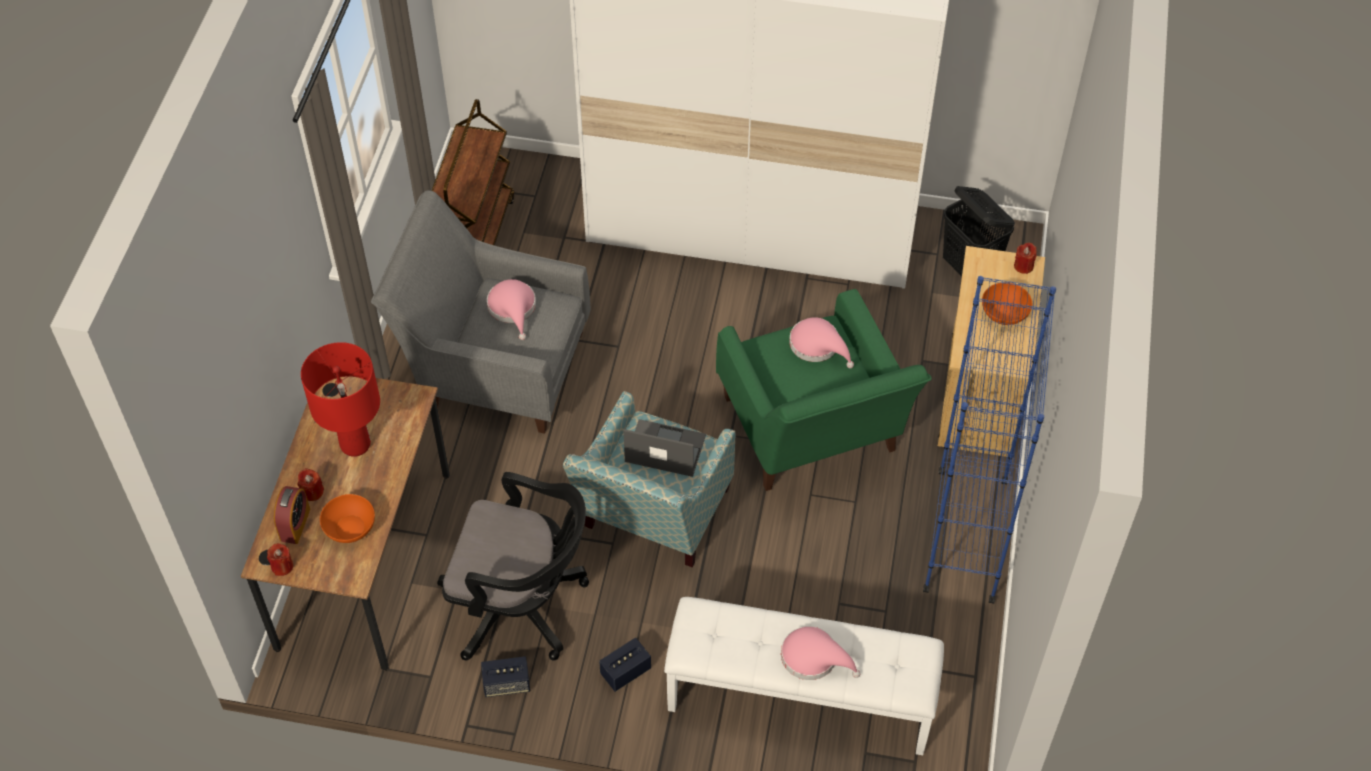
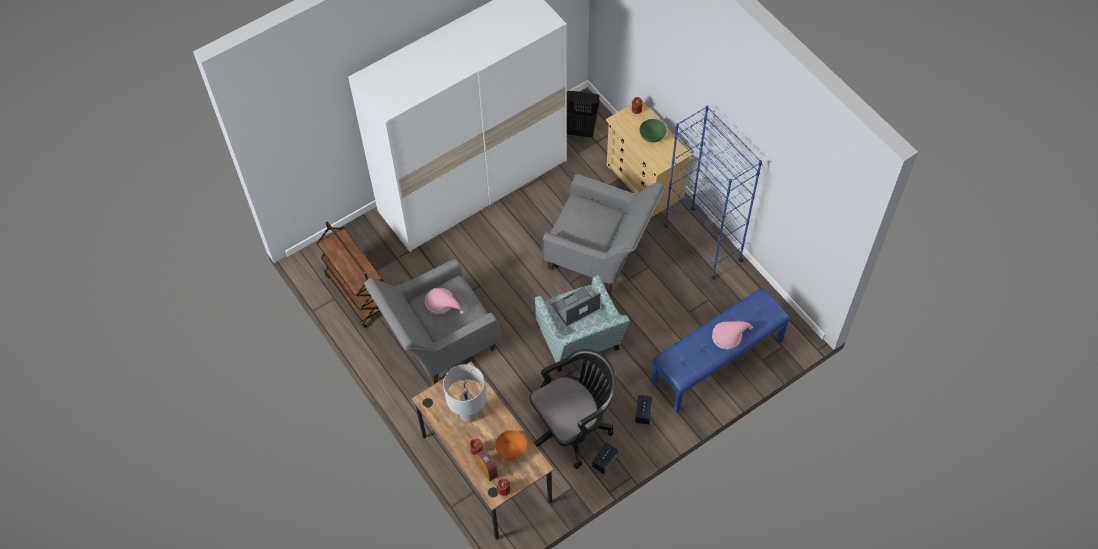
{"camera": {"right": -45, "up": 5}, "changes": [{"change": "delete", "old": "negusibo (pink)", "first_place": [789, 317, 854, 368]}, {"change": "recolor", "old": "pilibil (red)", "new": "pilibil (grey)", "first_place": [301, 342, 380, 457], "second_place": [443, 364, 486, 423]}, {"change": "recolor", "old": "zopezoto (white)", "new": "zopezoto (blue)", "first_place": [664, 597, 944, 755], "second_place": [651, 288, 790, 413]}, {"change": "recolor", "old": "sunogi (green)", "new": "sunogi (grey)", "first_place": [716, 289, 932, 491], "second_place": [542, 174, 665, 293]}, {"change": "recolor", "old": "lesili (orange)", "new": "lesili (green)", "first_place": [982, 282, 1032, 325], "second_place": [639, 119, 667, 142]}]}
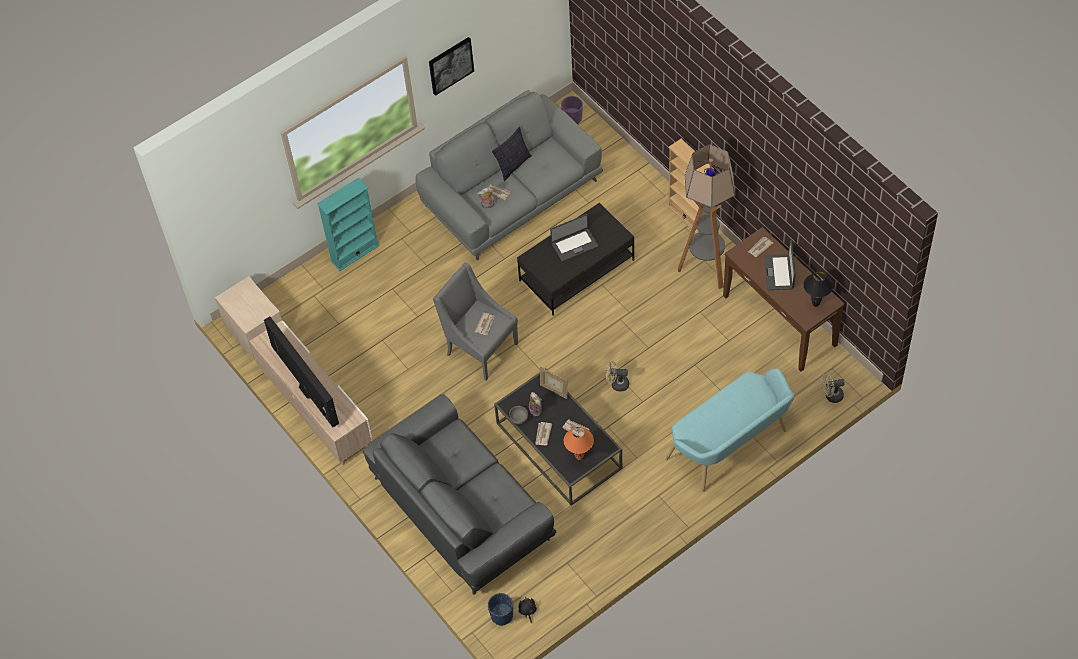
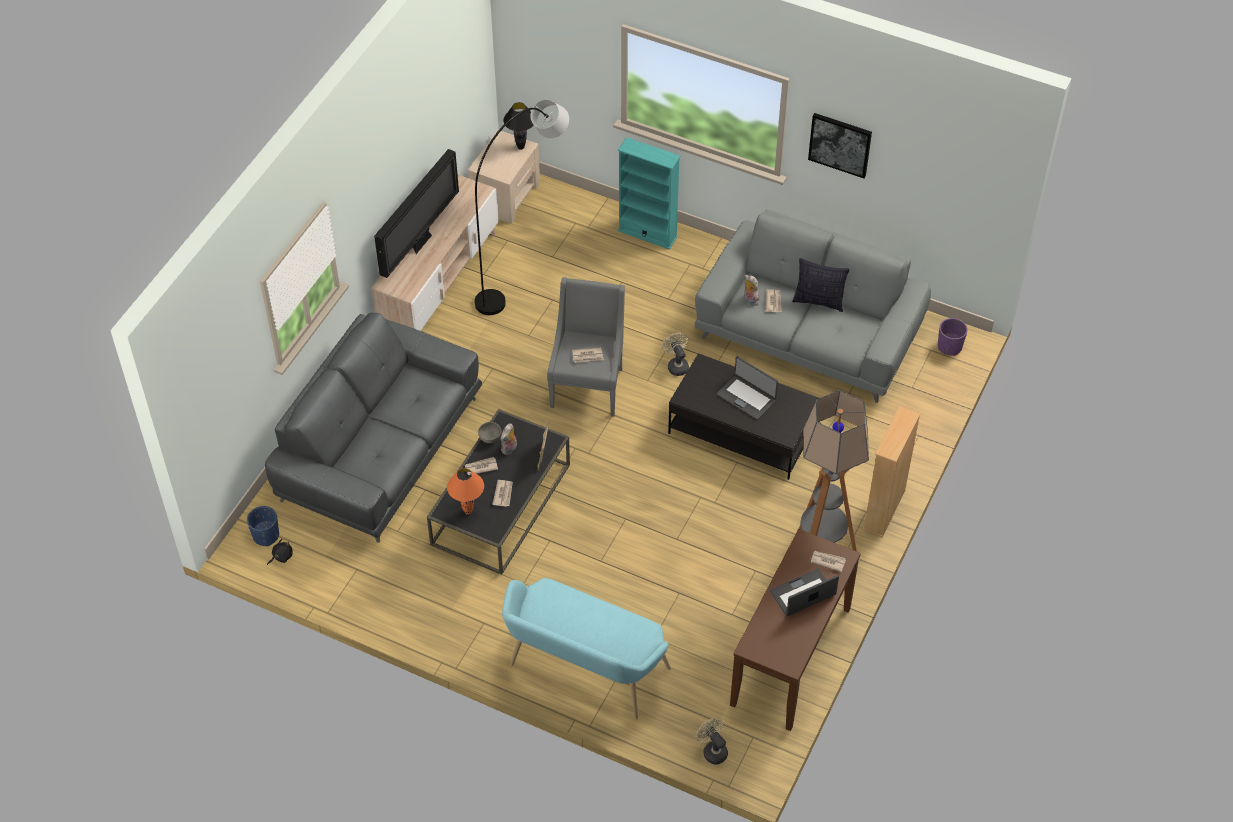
{"camera": {"right": 60, "up": -5}, "changes": [{"change": "insert", "new": "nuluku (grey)", "second_place": [474, 100, 569, 315]}, {"change": "move", "old": "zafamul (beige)", "first_place": [606, 360, 629, 392], "second_place": [662, 333, 689, 376]}, {"change": "move", "old": "pilibil (black)", "first_place": [803, 271, 833, 307], "second_place": [503, 102, 534, 150]}]}
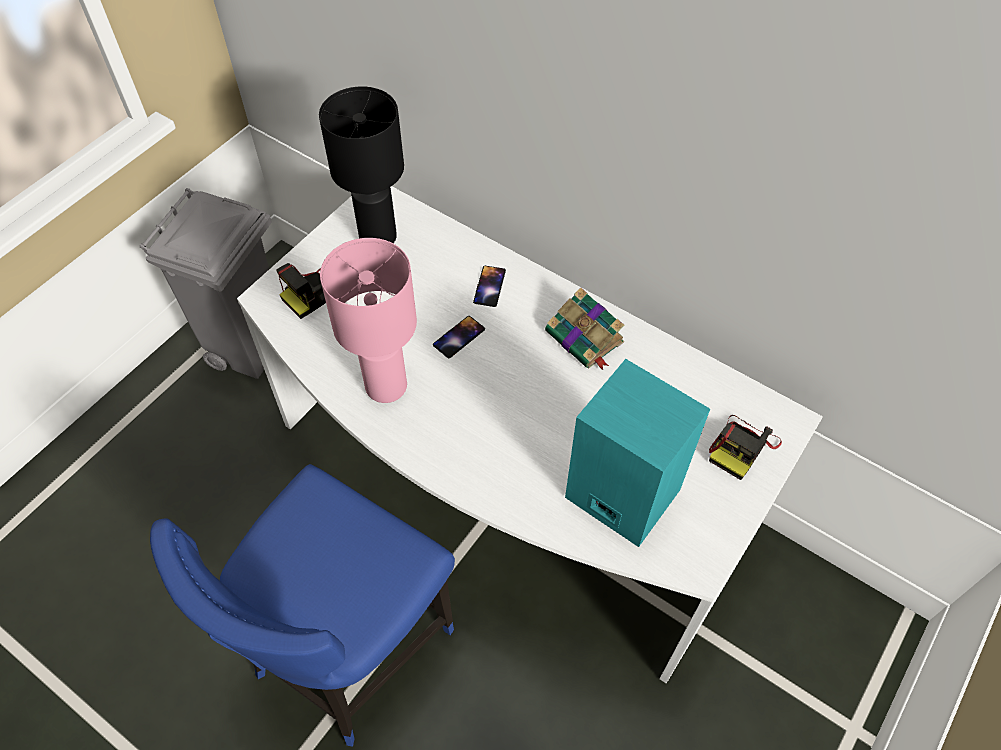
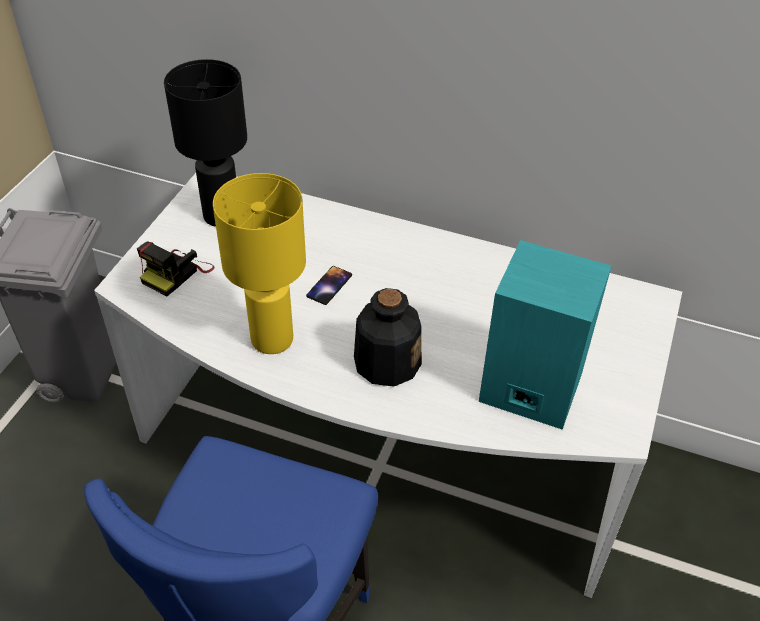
{"camera": {"right": -15, "up": -10}, "changes": [{"change": "delete", "old": "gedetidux", "first_place": [473, 266, 506, 307]}, {"change": "delete", "old": "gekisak", "first_place": [545, 287, 625, 370]}, {"change": "delete", "old": "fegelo", "first_place": [709, 415, 782, 480]}, {"change": "insert", "new": "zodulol", "second_place": [354, 288, 422, 387]}, {"change": "recolor", "old": "pilibil (pink)", "new": "pilibil (yellow)", "first_place": [320, 238, 417, 403], "second_place": [213, 173, 306, 354]}]}
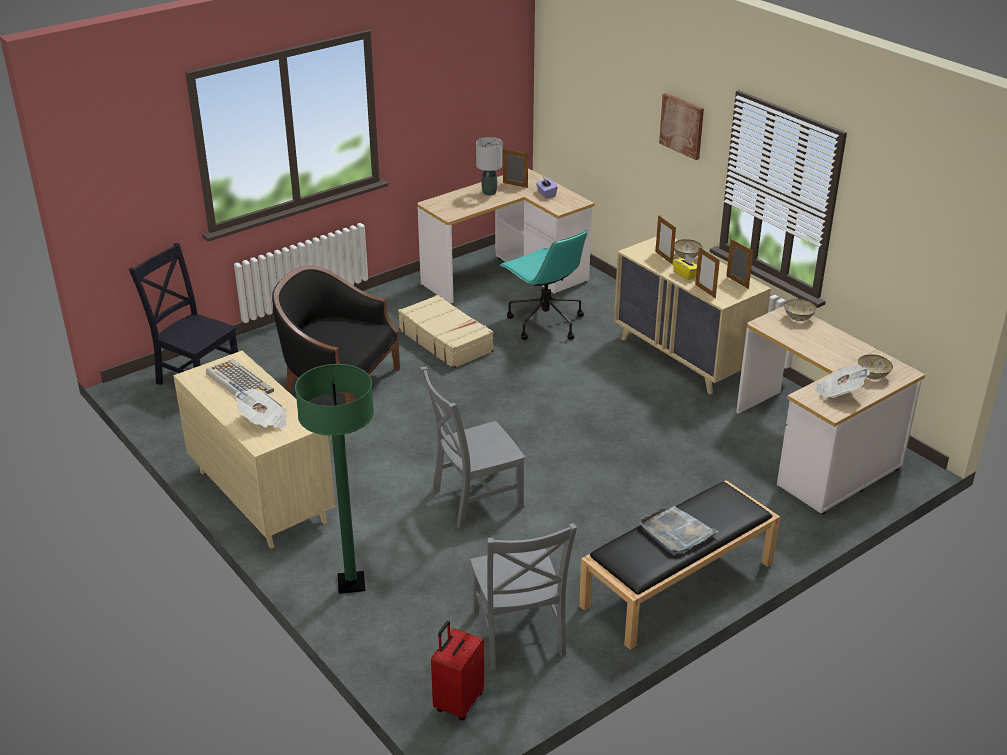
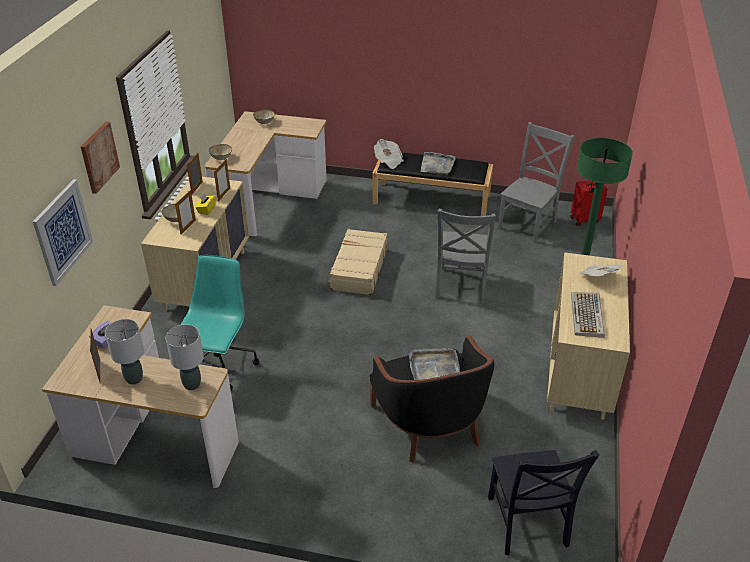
{"camera": {"right": -130, "up": 5}, "changes": [{"change": "insert", "new": "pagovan", "second_place": [33, 179, 93, 286]}, {"change": "insert", "new": "pilibil (grey)", "second_place": [166, 324, 204, 390]}, {"change": "insert", "new": "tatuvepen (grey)", "second_place": [409, 348, 460, 380]}, {"change": "move", "old": "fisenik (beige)", "first_place": [398, 295, 493, 369], "second_place": [328, 229, 387, 295]}, {"change": "move", "old": "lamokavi", "first_place": [813, 365, 870, 399], "second_place": [374, 139, 404, 169]}, {"change": "rotate", "old": "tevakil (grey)", "first_place": [420, 367, 525, 528], "second_place": [435, 209, 496, 304], "degrees": 75}]}
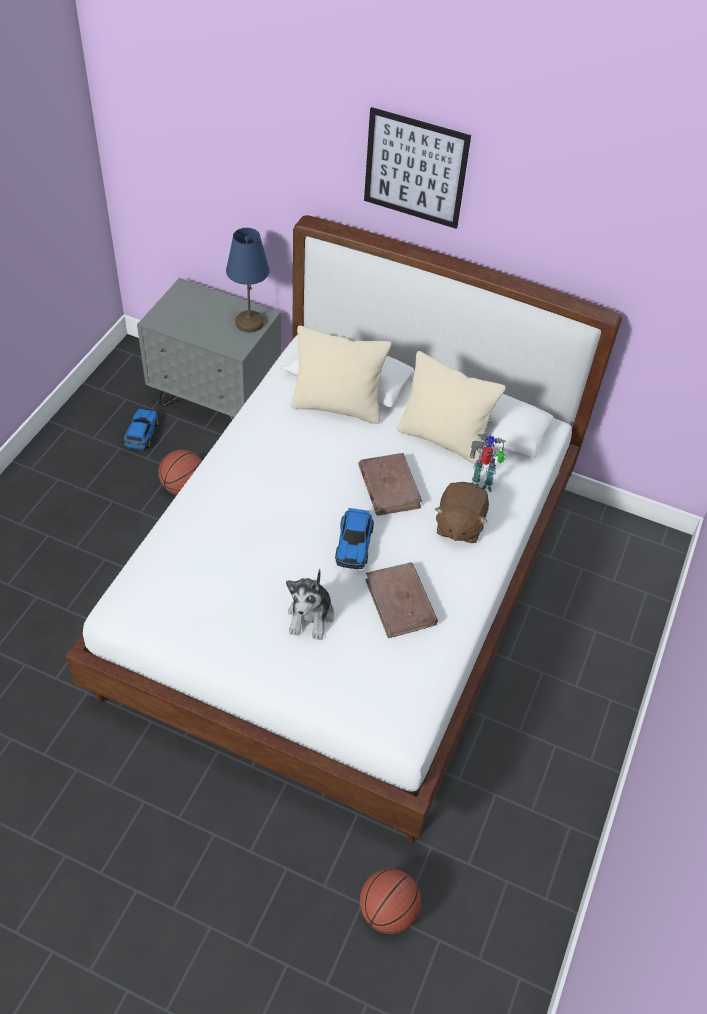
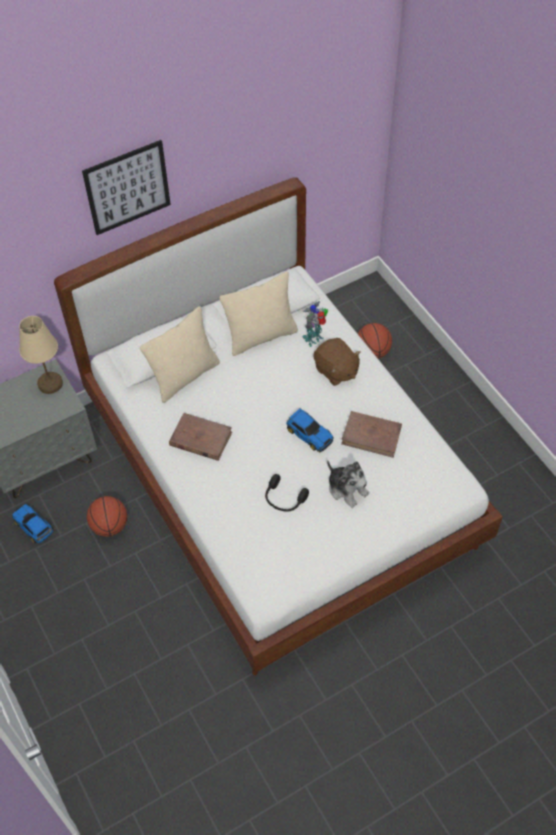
{"camera": {"right": -50, "up": 5}, "changes": [{"change": "insert", "new": "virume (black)", "second_place": [265, 474, 309, 512]}, {"change": "move", "old": "gekisak (brown)", "first_place": [358, 453, 422, 516], "second_place": [169, 413, 232, 461]}, {"change": "move", "old": "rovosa", "first_place": [360, 869, 421, 934], "second_place": [358, 323, 392, 359]}, {"change": "recolor", "old": "pilibil (blue)", "new": "pilibil (beige)", "first_place": [226, 228, 270, 332], "second_place": [19, 316, 63, 394]}]}
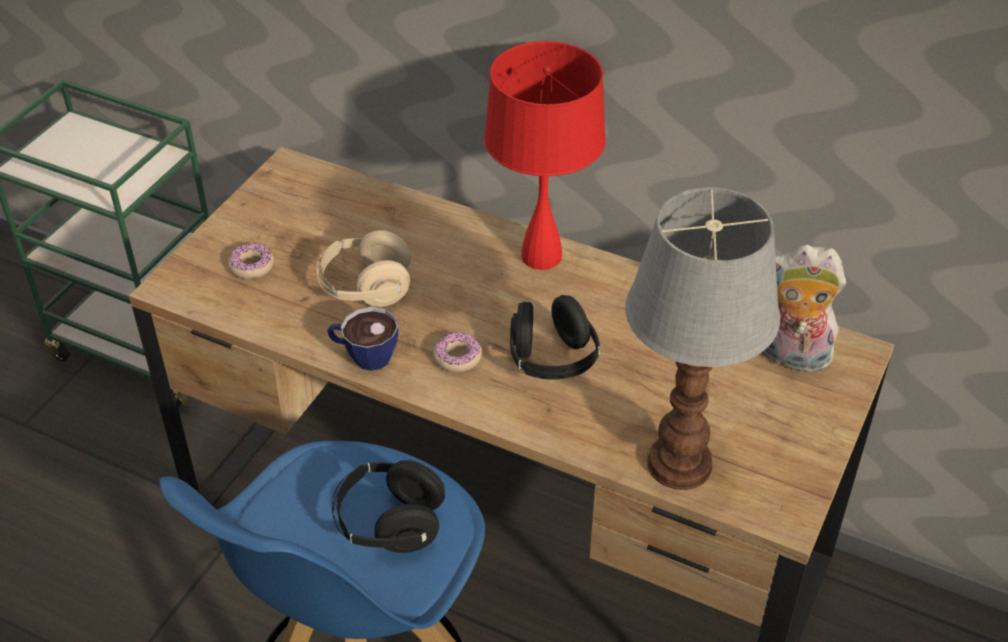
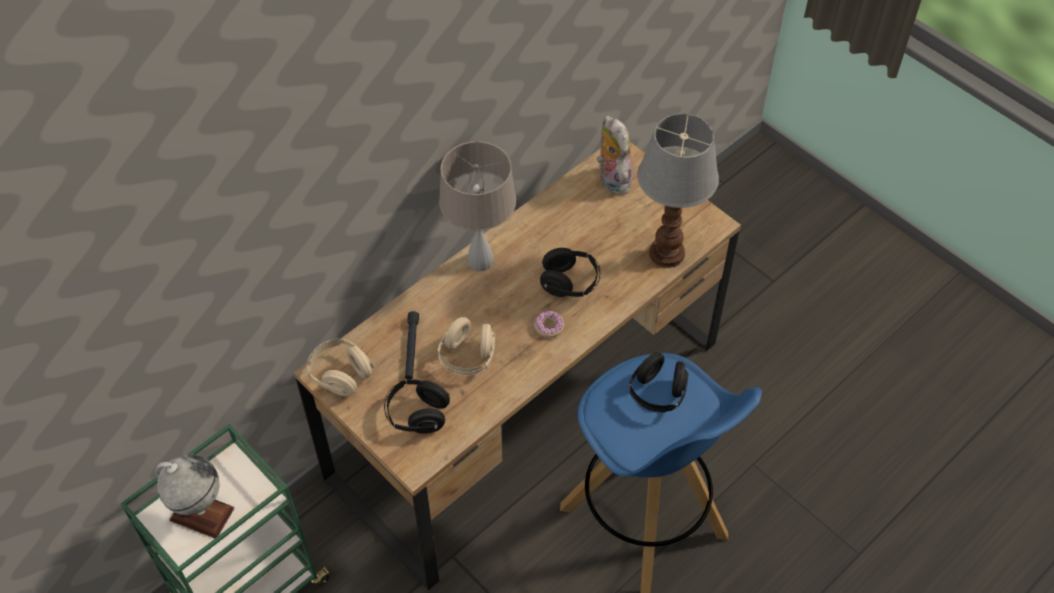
{"camera": {"right": -70, "up": 10}, "changes": [{"change": "delete", "old": "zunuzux", "first_place": [327, 306, 398, 371]}, {"change": "insert", "new": "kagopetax", "second_place": [155, 454, 234, 538]}, {"change": "insert", "new": "virume (beige)", "second_place": [308, 338, 374, 396]}, {"change": "insert", "new": "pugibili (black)", "second_place": [405, 311, 419, 379]}, {"change": "replace", "old": "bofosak", "new": "virume (black)", "first_place": [228, 243, 274, 279], "second_place": [384, 379, 450, 434]}, {"change": "recolor", "old": "pilibil (red)", "new": "pilibil (beige)", "first_place": [484, 41, 606, 270], "second_place": [439, 141, 516, 271]}, {"change": "rotate", "old": "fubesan", "first_place": [761, 245, 846, 372], "second_place": [597, 116, 633, 195], "degrees": 120}]}
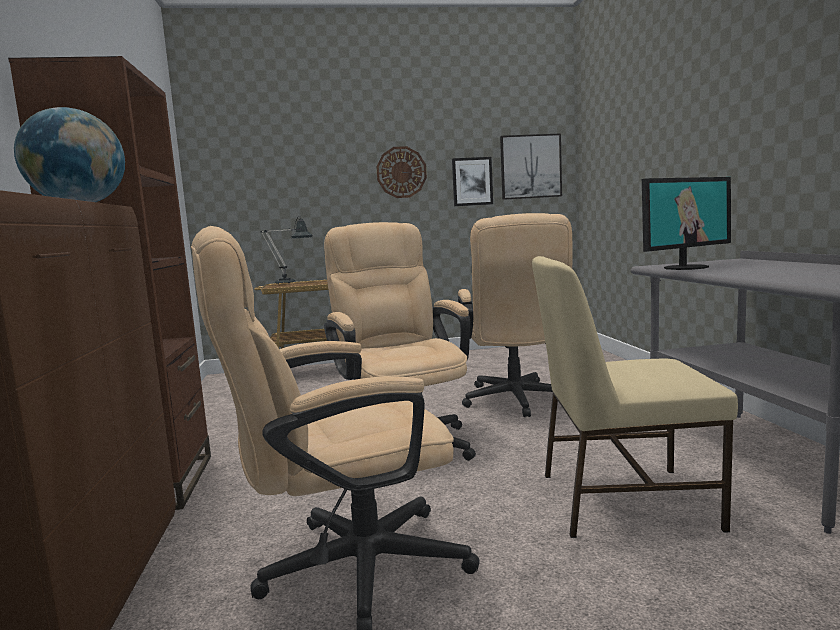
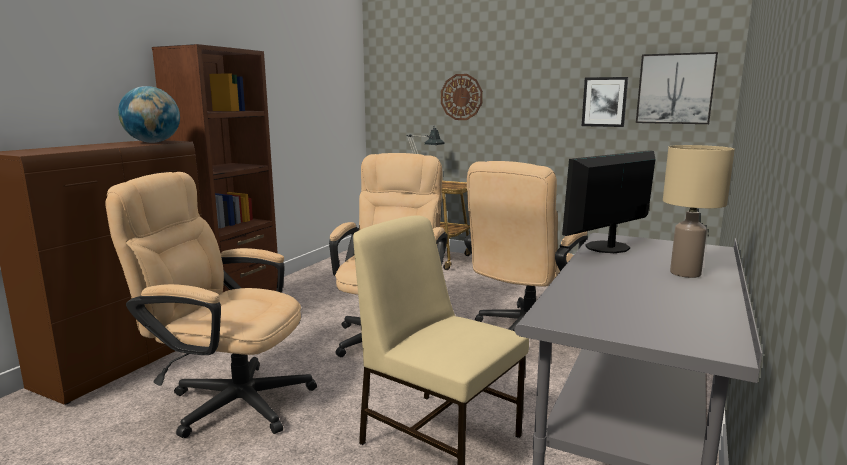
{"camera": {"right": 35, "up": 5}, "changes": [{"change": "insert", "new": "pilibil (beige)", "second_place": [663, 145, 735, 278]}, {"change": "move", "old": "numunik", "first_place": [376, 146, 427, 198], "second_place": [441, 74, 483, 120]}, {"change": "rotate", "old": "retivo", "first_place": [642, 177, 731, 270], "second_place": [562, 150, 655, 253], "degrees": 135}]}
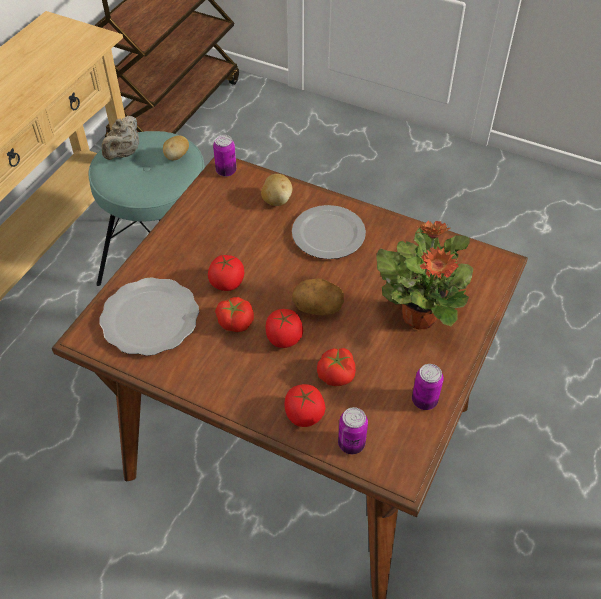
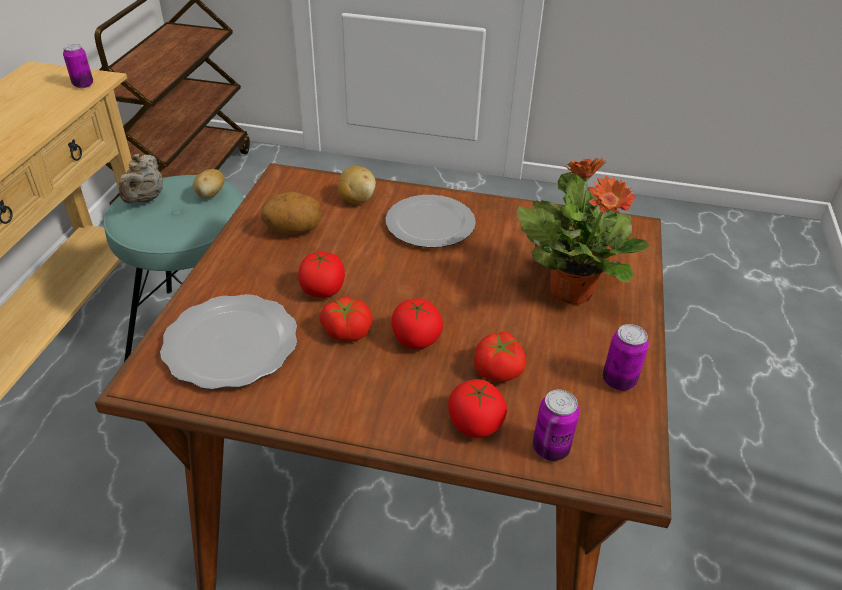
{"camera": {"right": -15, "up": -10}, "changes": [{"change": "move", "old": "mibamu", "first_place": [213, 135, 237, 177], "second_place": [63, 44, 93, 88]}, {"change": "move", "old": "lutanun", "first_place": [292, 278, 344, 315], "second_place": [261, 192, 322, 234]}]}
